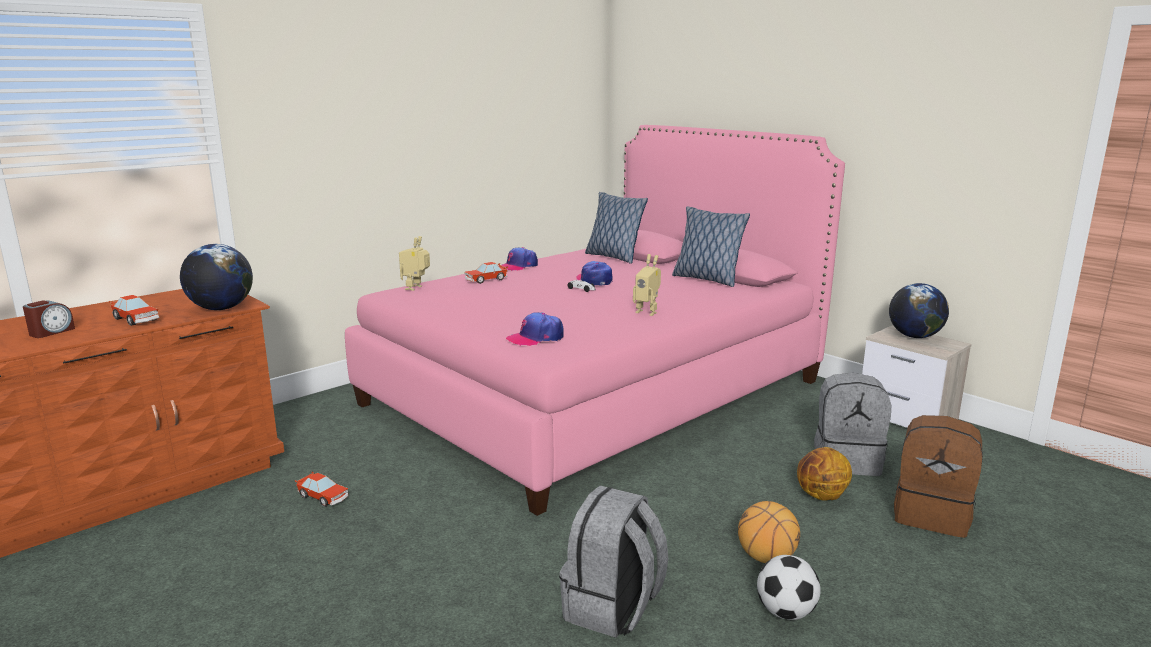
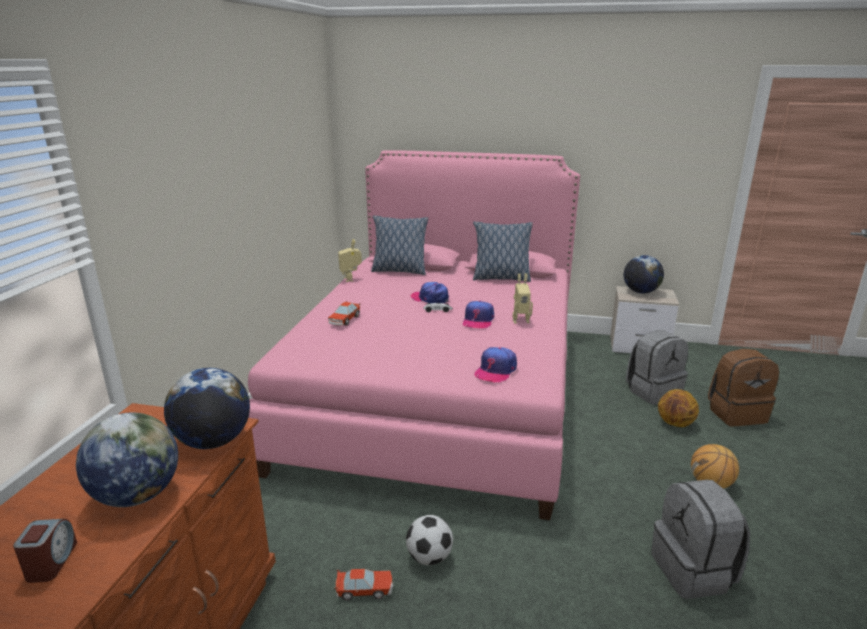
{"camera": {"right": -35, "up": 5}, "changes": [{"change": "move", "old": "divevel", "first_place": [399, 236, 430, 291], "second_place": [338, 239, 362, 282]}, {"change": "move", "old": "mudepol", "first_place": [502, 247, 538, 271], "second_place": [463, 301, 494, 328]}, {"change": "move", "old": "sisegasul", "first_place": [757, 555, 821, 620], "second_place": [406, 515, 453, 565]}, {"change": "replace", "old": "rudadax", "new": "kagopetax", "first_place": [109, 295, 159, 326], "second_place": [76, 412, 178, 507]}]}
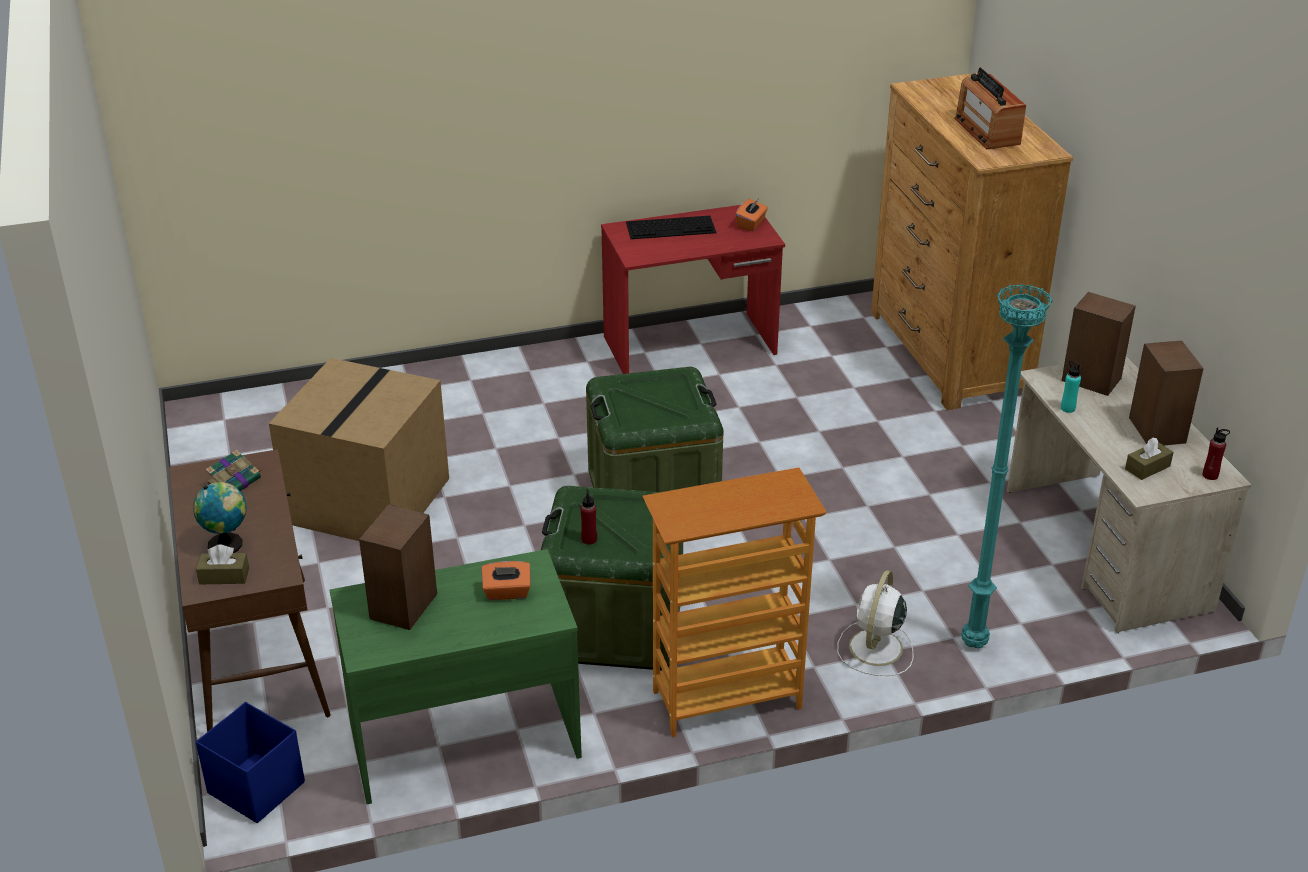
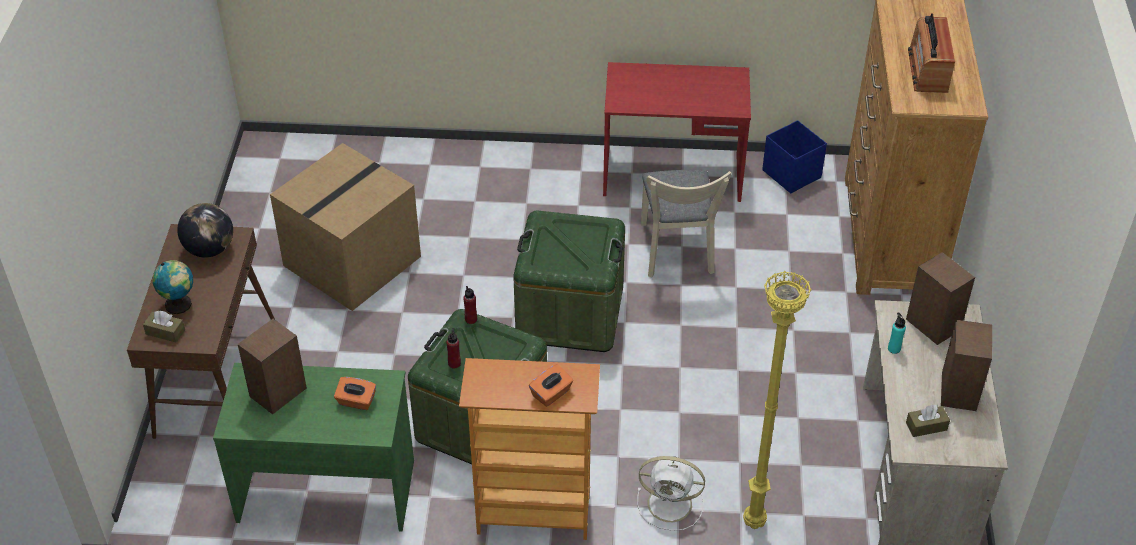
{"camera": {"right": 20, "up": 10}, "changes": [{"change": "delete", "old": "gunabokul", "first_place": [626, 216, 716, 239]}, {"change": "insert", "new": "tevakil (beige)", "second_place": [641, 169, 732, 278]}, {"change": "move", "old": "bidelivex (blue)", "first_place": [196, 702, 305, 823], "second_place": [762, 120, 827, 193]}, {"change": "move", "old": "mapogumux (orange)", "first_place": [735, 198, 768, 231], "second_place": [529, 364, 573, 407]}, {"change": "move", "old": "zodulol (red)", "first_place": [1203, 427, 1230, 480], "second_place": [463, 286, 477, 324]}, {"change": "replace", "old": "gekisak", "new": "kagopetax", "first_place": [205, 449, 262, 491], "second_place": [177, 203, 233, 257]}, {"change": "recolor", "old": "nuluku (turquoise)", "new": "nuluku (yellow)", "first_place": [961, 284, 1053, 648], "second_place": [743, 271, 812, 529]}, {"change": "rotate", "old": "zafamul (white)", "first_place": [838, 570, 913, 676], "second_place": [637, 456, 705, 531], "degrees": -120}]}
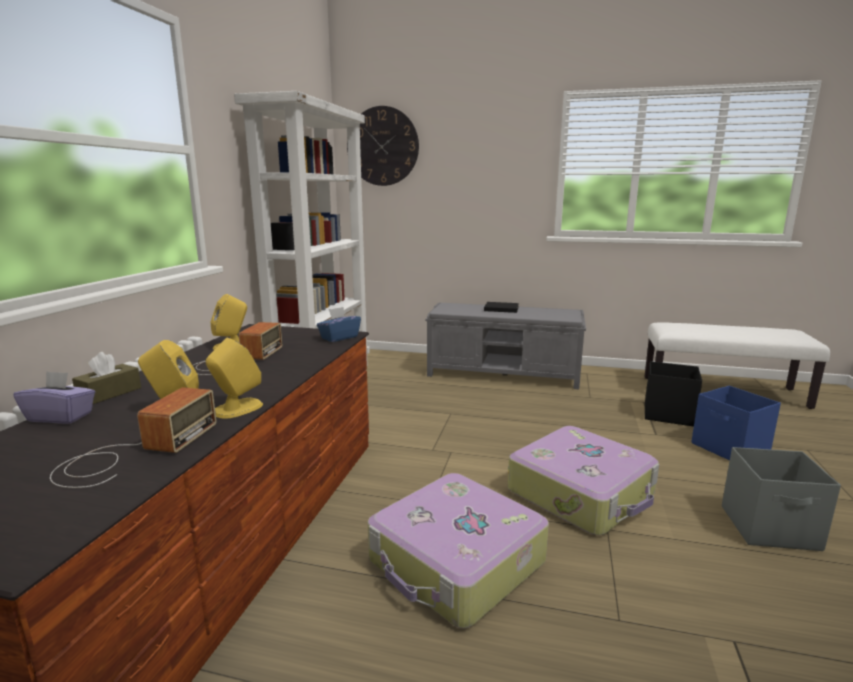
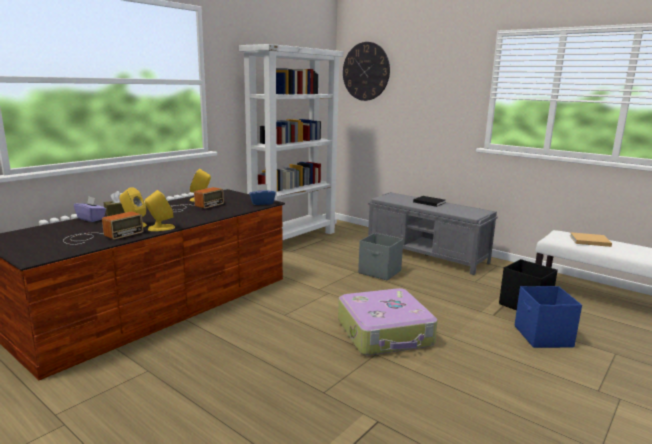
{"camera": {"right": 25, "up": 0}, "changes": [{"change": "delete", "old": "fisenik", "first_place": [368, 473, 549, 628]}, {"change": "insert", "new": "gekisak (beige)", "second_place": [570, 232, 612, 247]}, {"change": "move", "old": "bidelivex (grey)", "first_place": [722, 447, 841, 551], "second_place": [358, 233, 403, 280]}]}
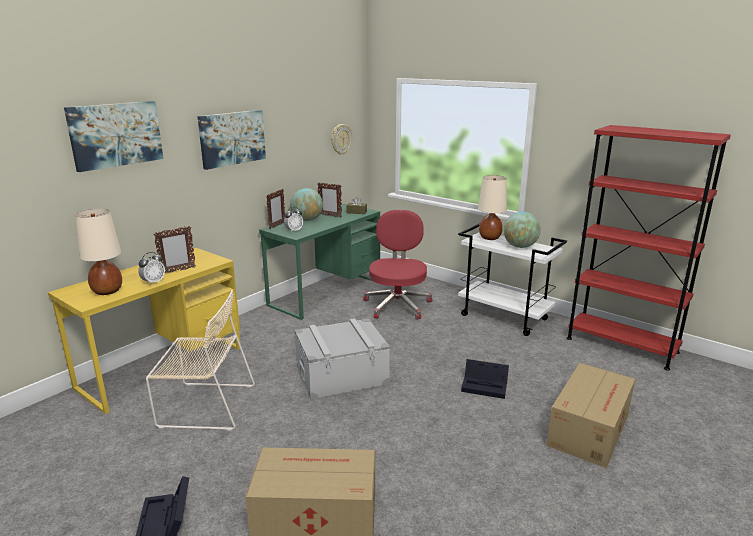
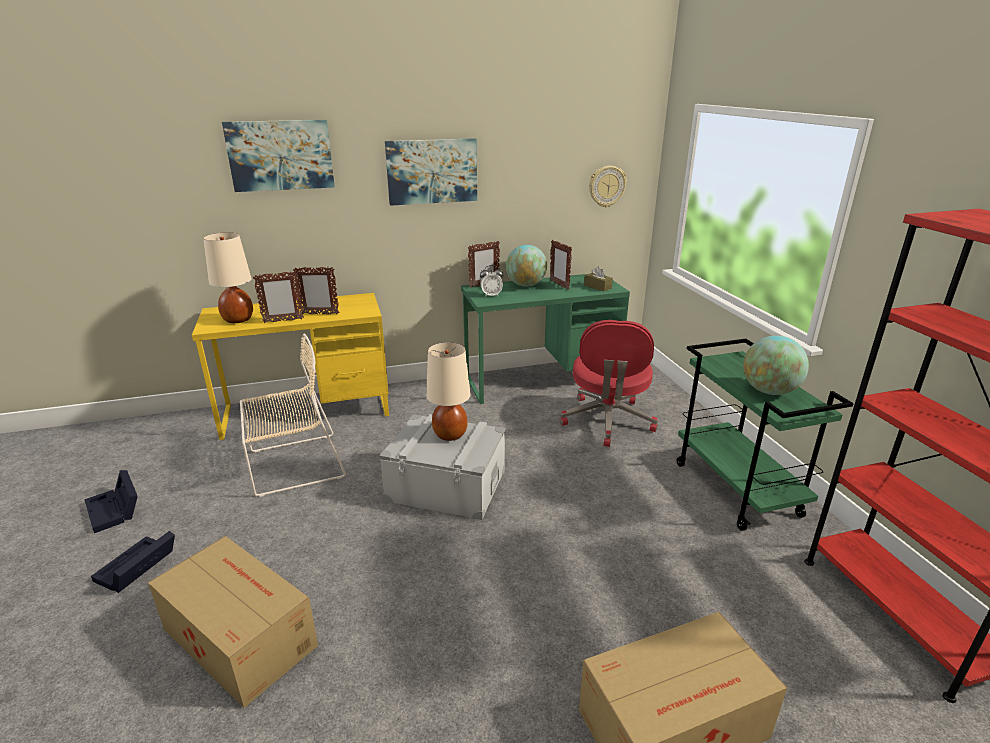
{"camera": {"right": 35, "up": 5}, "changes": [{"change": "move", "old": "bidelivex (black)", "first_place": [461, 359, 509, 399], "second_place": [84, 470, 138, 533]}, {"change": "move", "old": "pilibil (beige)", "first_place": [478, 175, 507, 240], "second_place": [426, 342, 471, 441]}, {"change": "replace", "old": "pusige", "new": "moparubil", "first_place": [138, 252, 165, 286], "second_place": [253, 271, 304, 323]}, {"change": "recolor", "old": "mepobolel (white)", "new": "mepobolel (green)", "first_place": [458, 223, 567, 336], "second_place": [677, 339, 854, 531]}, {"change": "rotate", "old": "tevakil (beige)", "first_place": [146, 290, 255, 430], "second_place": [240, 334, 346, 497], "degrees": -60}, {"change": "rotate", "old": "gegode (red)", "first_place": [363, 210, 433, 320], "second_place": [560, 320, 658, 447], "degrees": 150}]}
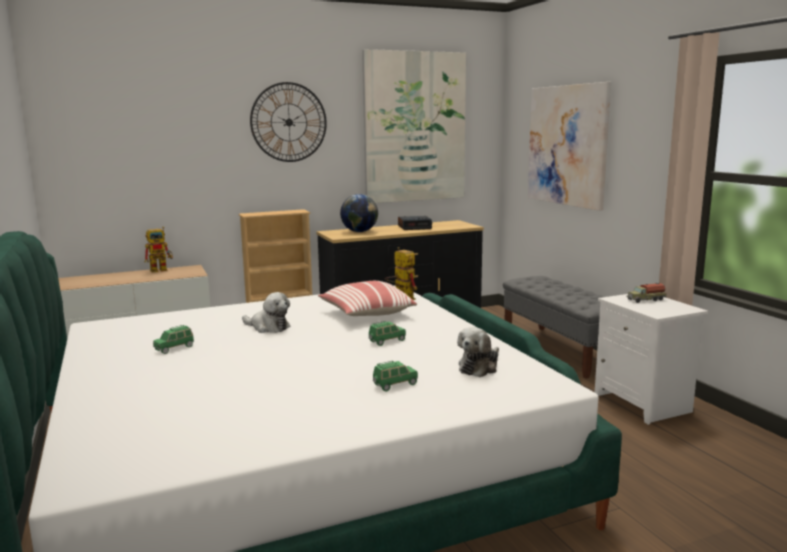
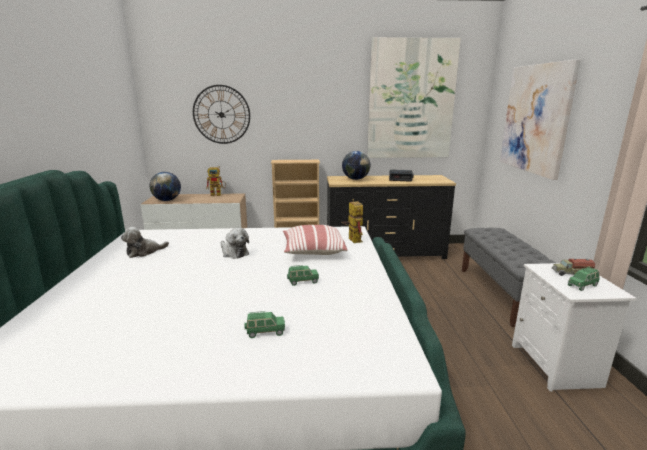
{"camera": {"right": 20, "up": 5}, "changes": [{"change": "insert", "new": "kagopetax", "second_place": [150, 172, 181, 201]}, {"change": "move", "old": "rudadax (green)", "first_place": [153, 325, 194, 354], "second_place": [568, 267, 600, 291]}, {"change": "move", "old": "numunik", "first_place": [250, 82, 327, 162], "second_place": [193, 85, 250, 144]}, {"change": "move", "old": "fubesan", "first_place": [457, 327, 499, 377], "second_place": [121, 227, 169, 258]}]}
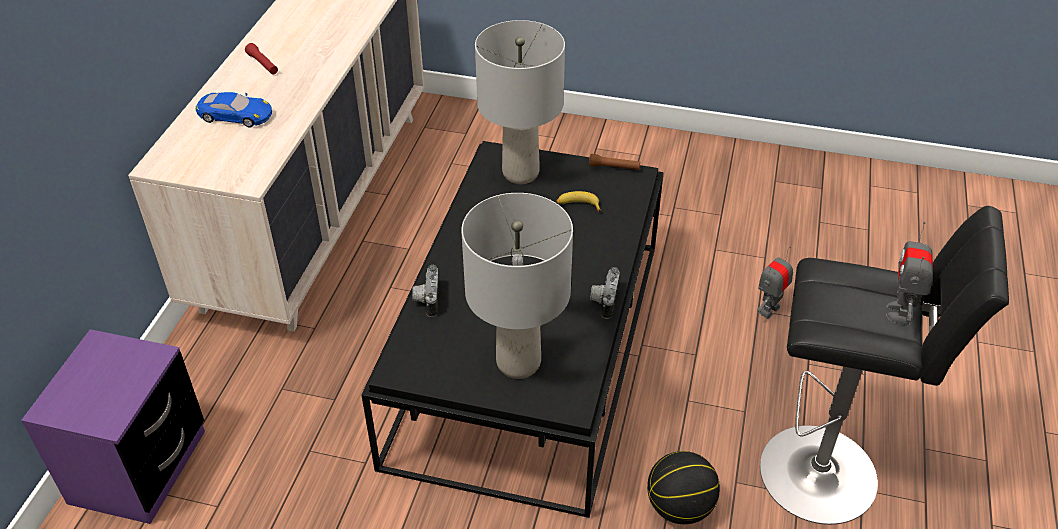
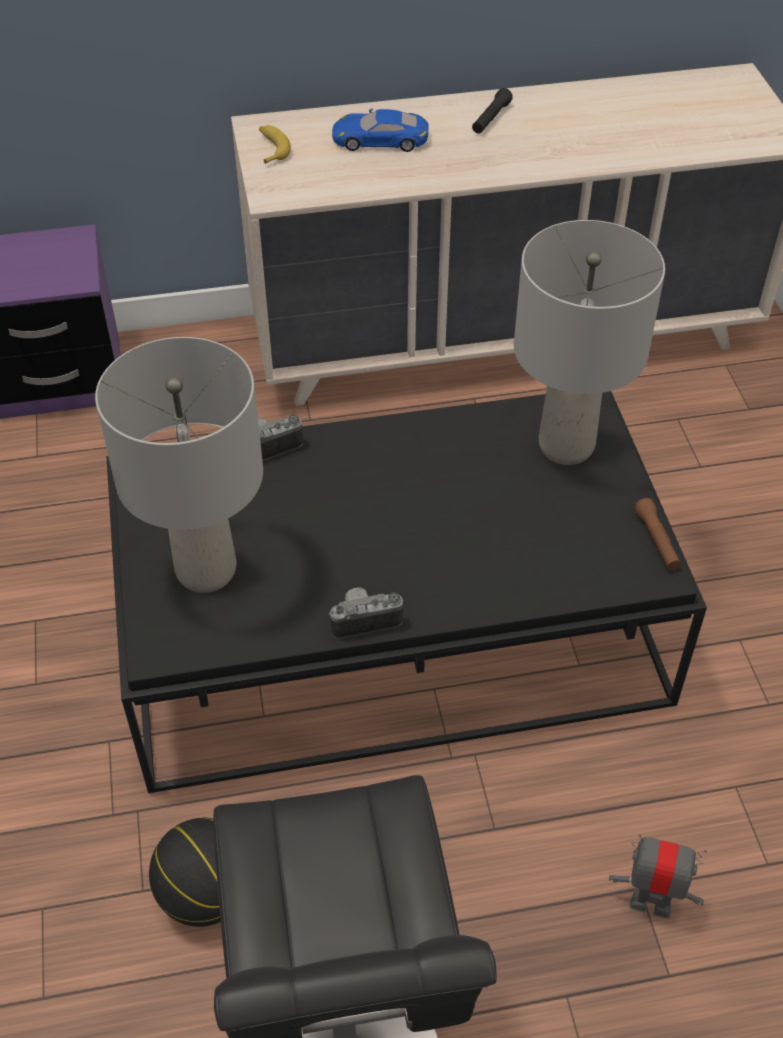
{"camera": {"right": 65, "up": 5}, "changes": [{"change": "delete", "old": "divevel", "first_place": [886, 222, 933, 326]}, {"change": "move", "old": "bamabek", "first_place": [556, 191, 601, 212], "second_place": [259, 125, 291, 164]}, {"change": "recolor", "old": "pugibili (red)", "new": "pugibili (black)", "first_place": [245, 43, 278, 74], "second_place": [472, 88, 513, 134]}, {"change": "rotate", "old": "rudadax (blue)", "first_place": [196, 92, 272, 127], "second_place": [332, 109, 429, 152], "degrees": 105}]}
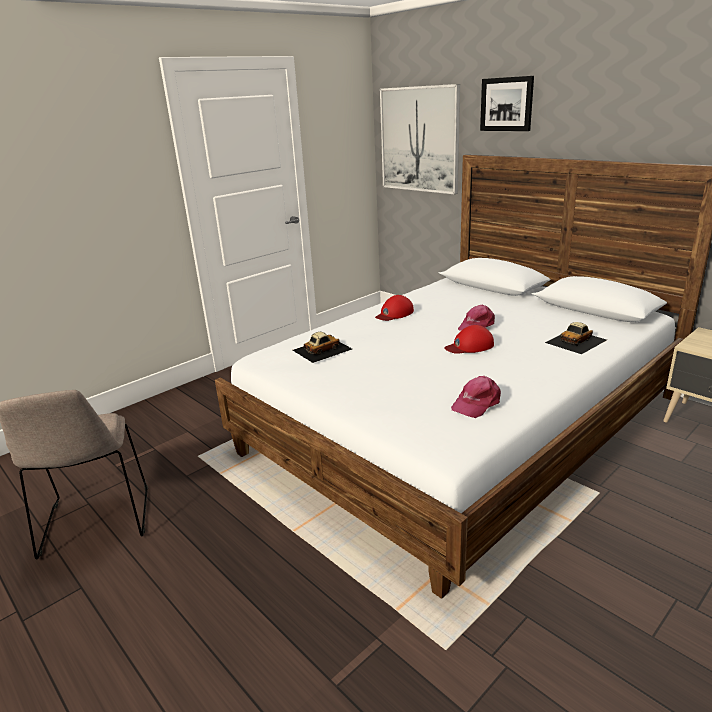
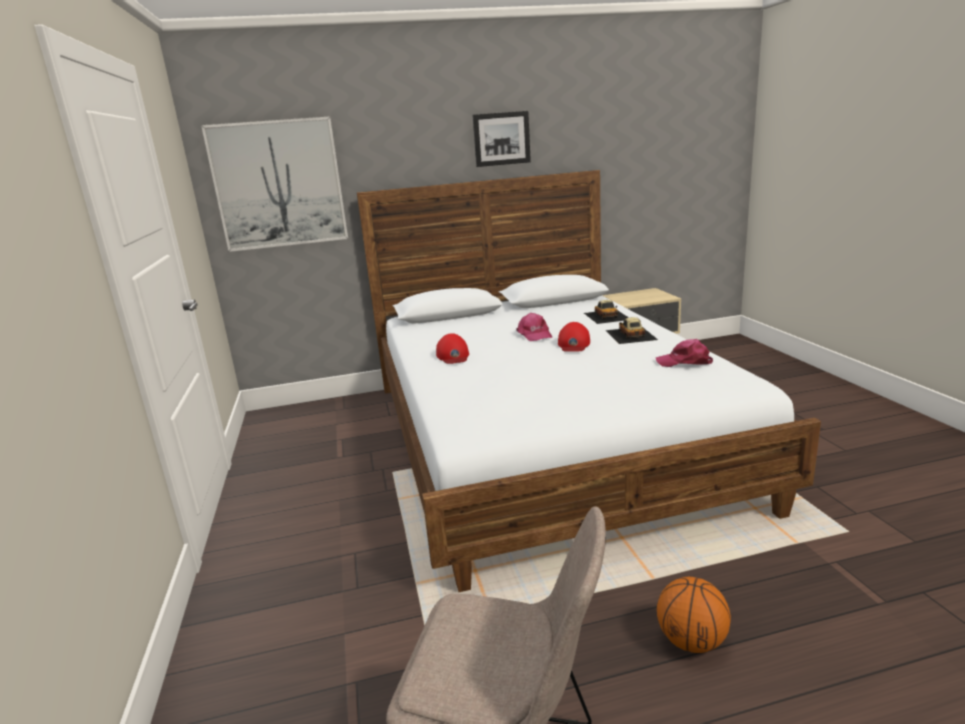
{"camera": {"right": -60, "up": -5}, "changes": [{"change": "insert", "new": "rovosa", "second_place": [657, 577, 731, 653]}, {"change": "move", "old": "rudadax", "first_place": [293, 332, 352, 363], "second_place": [605, 317, 658, 344]}, {"change": "move", "old": "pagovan", "first_place": [480, 76, 534, 131], "second_place": [472, 111, 531, 167]}, {"change": "rotate", "old": "mudepol (pink)", "first_place": [451, 376, 501, 418], "second_place": [656, 339, 713, 367], "degrees": 120}]}
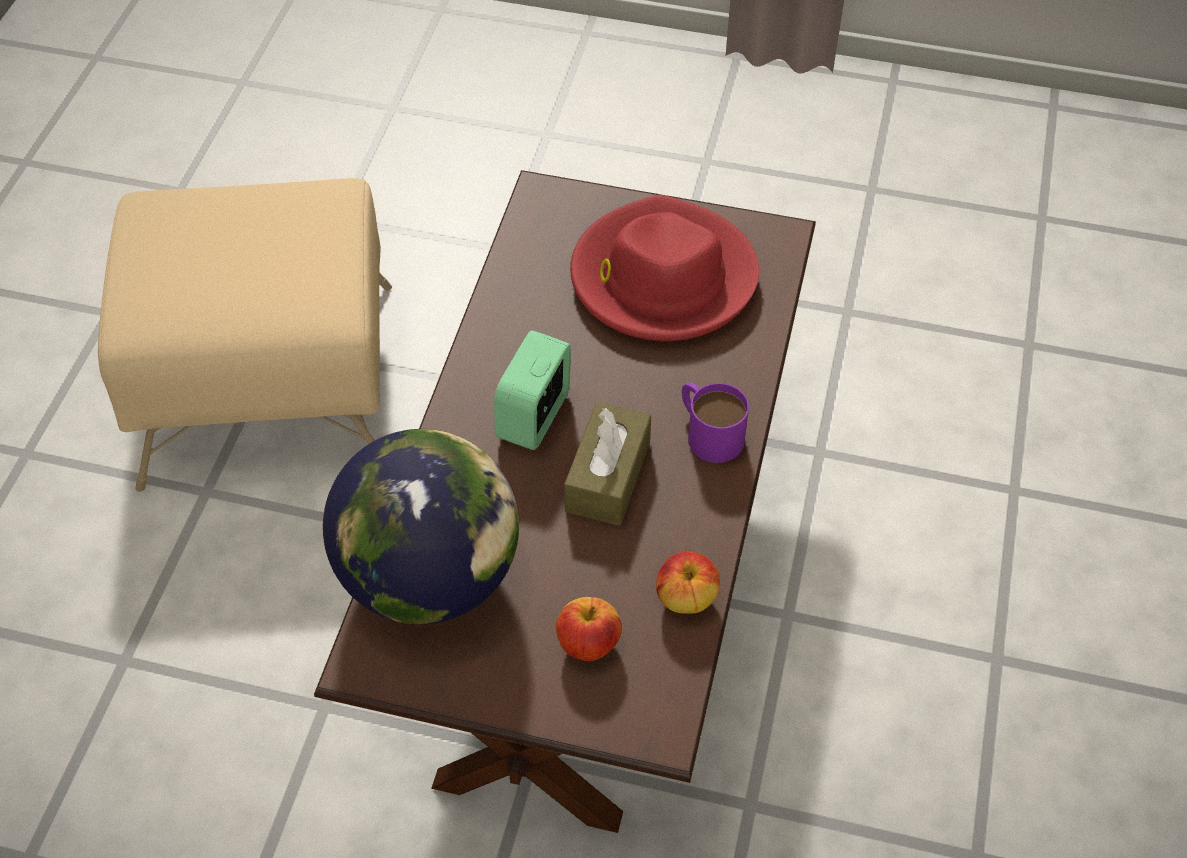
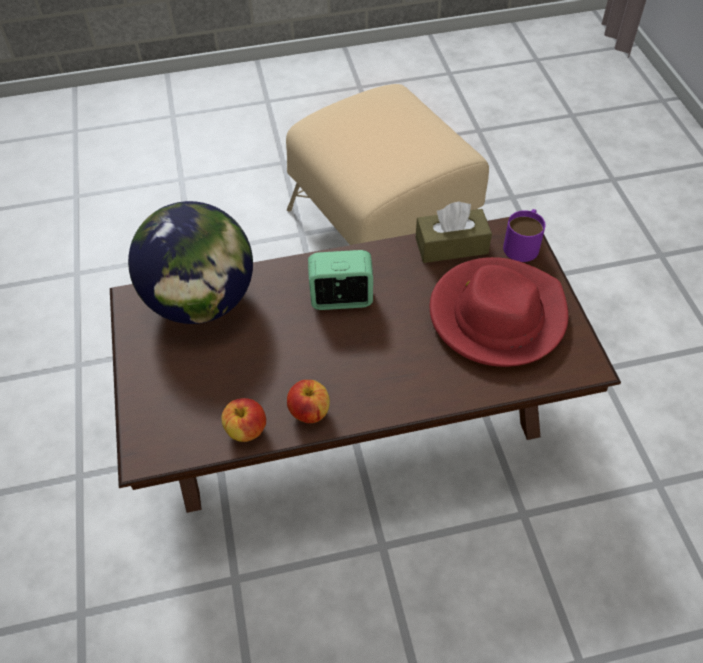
{"camera": {"right": 65, "up": 0}, "changes": [{"change": "move", "old": "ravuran", "first_place": [556, 597, 622, 661], "second_place": [287, 380, 330, 423]}, {"change": "move", "old": "mapogumux (brown)", "first_place": [564, 402, 651, 526], "second_place": [416, 201, 492, 263]}, {"change": "move", "old": "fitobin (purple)", "first_place": [682, 382, 749, 463], "second_place": [503, 209, 546, 262]}]}
